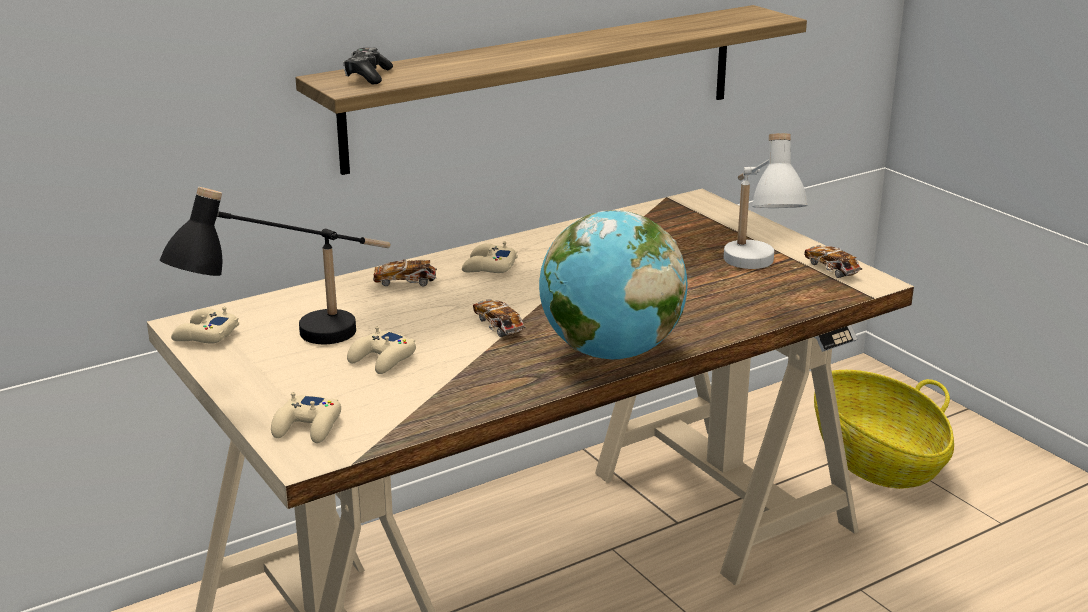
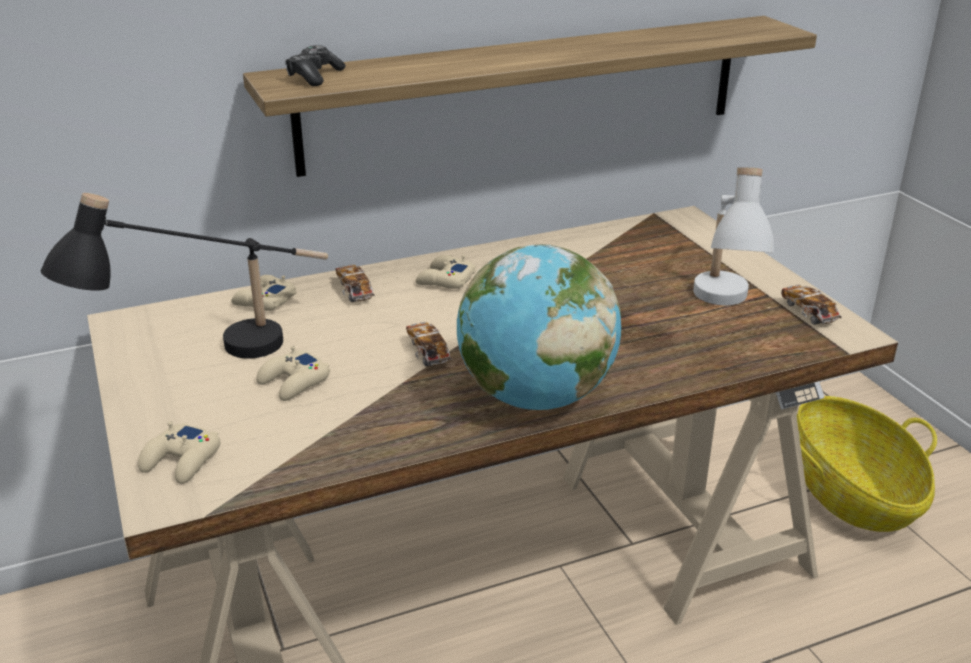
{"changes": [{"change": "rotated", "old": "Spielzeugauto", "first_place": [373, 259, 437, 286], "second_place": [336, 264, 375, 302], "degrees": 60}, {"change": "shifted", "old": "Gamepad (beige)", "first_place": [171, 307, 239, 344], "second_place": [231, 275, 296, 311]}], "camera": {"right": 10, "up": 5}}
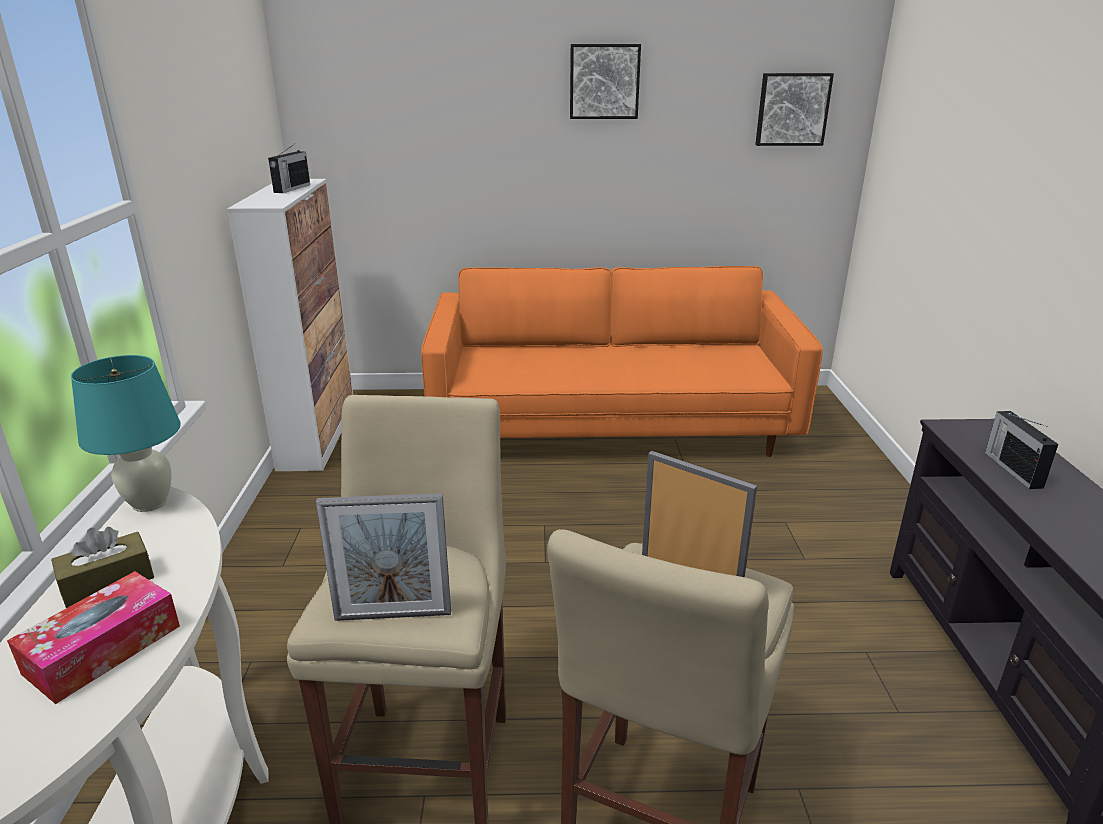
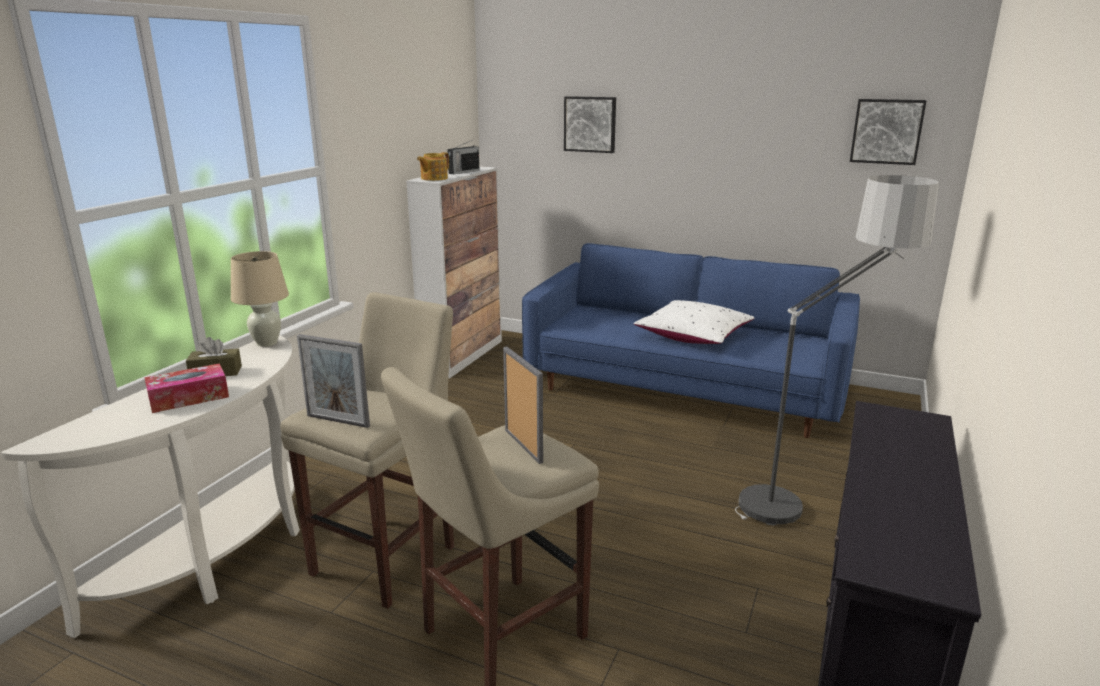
{"changes": [{"change": "shifted", "old": "Bild", "first_place": [570, 44, 641, 119], "second_place": [564, 96, 616, 153]}, {"change": "repainted", "old": "Sofa (orange)", "new": "Sofa (blau)", "first_place": [421, 266, 823, 457], "second_place": [522, 243, 860, 438]}, {"change": "repainted", "old": "Tischlampe (türkis)", "new": "Tischlampe (beige)", "first_place": [71, 355, 181, 512], "second_place": [231, 251, 289, 347]}, {"change": "gone", "old": "Radio", "first_place": [985, 411, 1058, 489]}, {"change": "new", "new": "Teekanne", "second_place": [417, 152, 449, 181]}, {"change": "new", "new": "Stehlampe", "second_place": [735, 175, 939, 526]}, {"change": "new", "new": "Kissen (weiß)", "second_place": [633, 300, 754, 344]}], "camera": {"right": 25, "up": -5}}
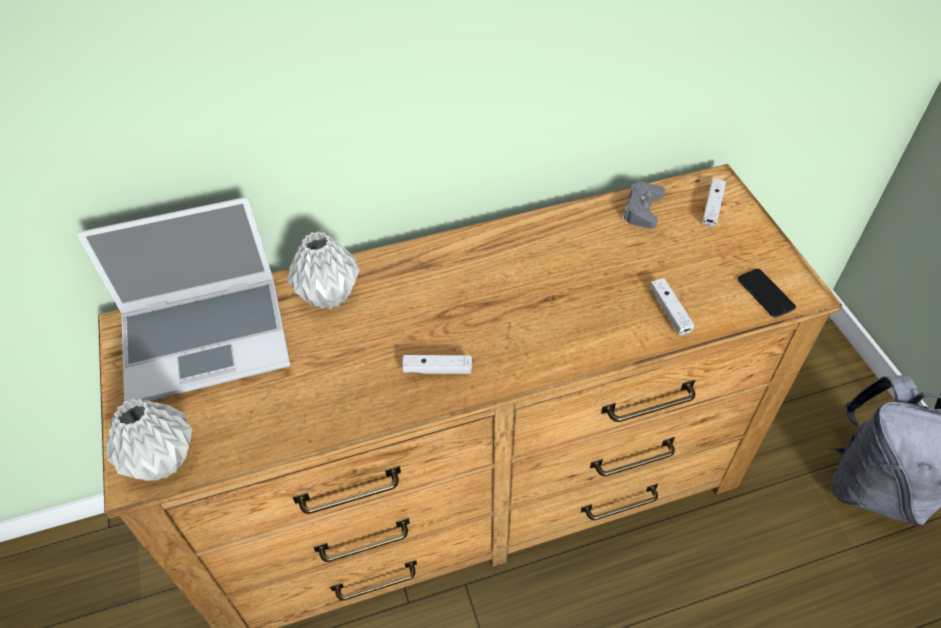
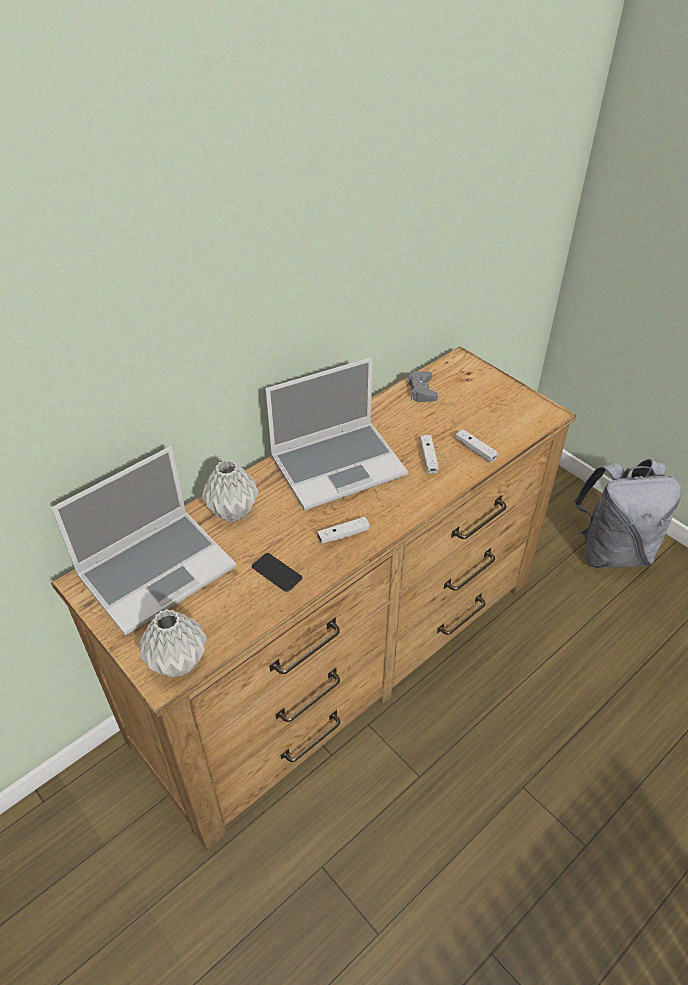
{"changes": [{"change": "shifted", "old": "Gamepad (weiß)", "first_place": [702, 179, 726, 226], "second_place": [420, 435, 439, 474]}, {"change": "shifted", "old": "Handy", "first_place": [737, 269, 796, 318], "second_place": [252, 553, 302, 592]}, {"change": "new", "new": "Laptop", "second_place": [265, 357, 408, 510]}], "camera": {"right": -25, "up": -5}}
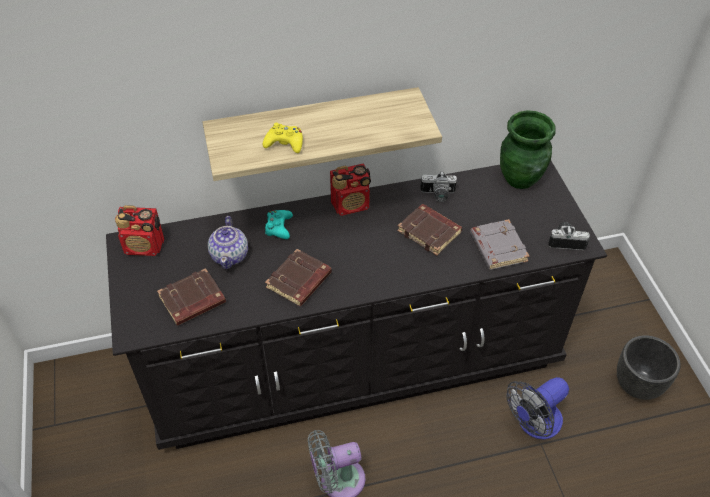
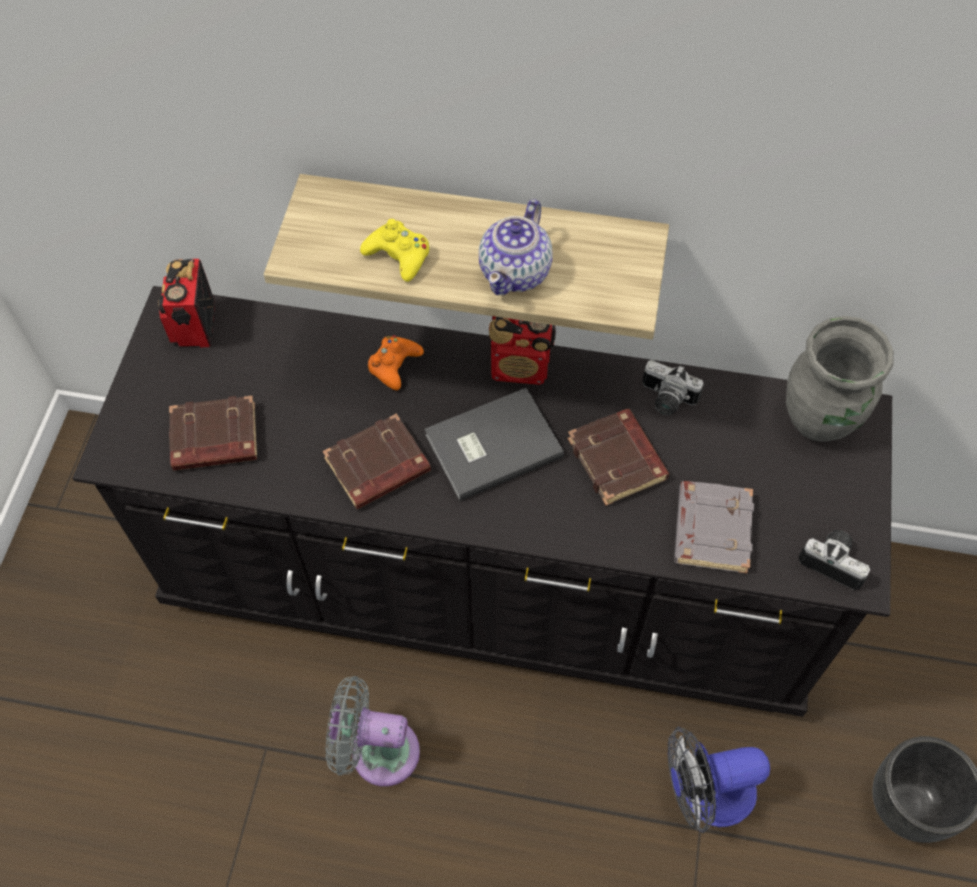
{"changes": [{"change": "repainted", "old": "Vase (grün)", "new": "Vase (grau)", "first_place": [500, 110, 556, 189], "second_place": [786, 316, 894, 442]}, {"change": "rotated", "old": "Radio", "first_place": [115, 205, 164, 256], "second_place": [158, 259, 215, 347], "degrees": 60}, {"change": "repainted", "old": "Gamepad (türkis)", "new": "Gamepad (orange)", "first_place": [265, 210, 293, 239], "second_place": [368, 335, 424, 390]}, {"change": "shifted", "old": "Teekanne", "first_place": [208, 216, 248, 269], "second_place": [479, 199, 553, 295]}, {"change": "new", "new": "Buch (grau)", "second_place": [425, 388, 564, 501]}], "camera": {"right": 25, "up": 10}}
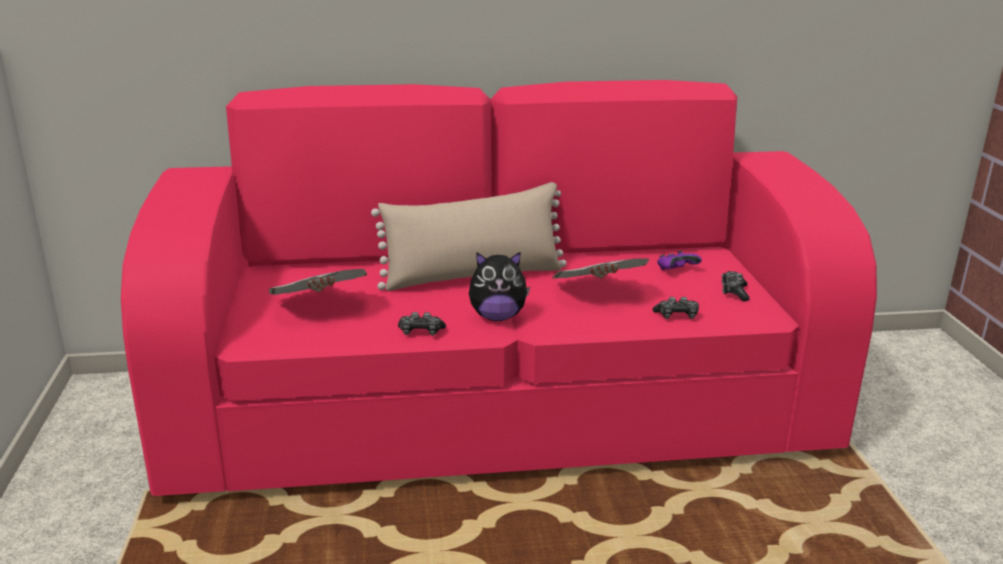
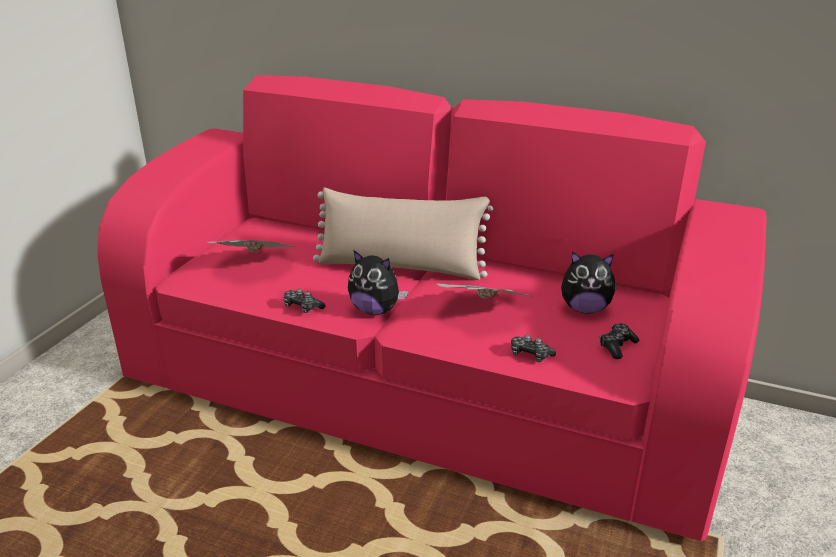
{"changes": [{"change": "swapped", "old": "Gamepad (lila)", "new": "Plüschtier", "first_place": [657, 251, 702, 270], "second_place": [561, 252, 618, 314]}], "camera": {"right": 30, "up": 5}}
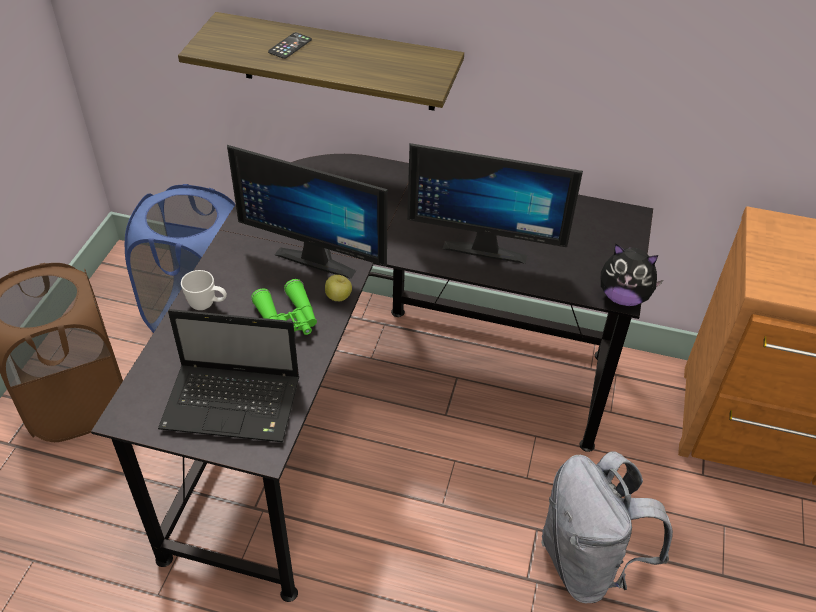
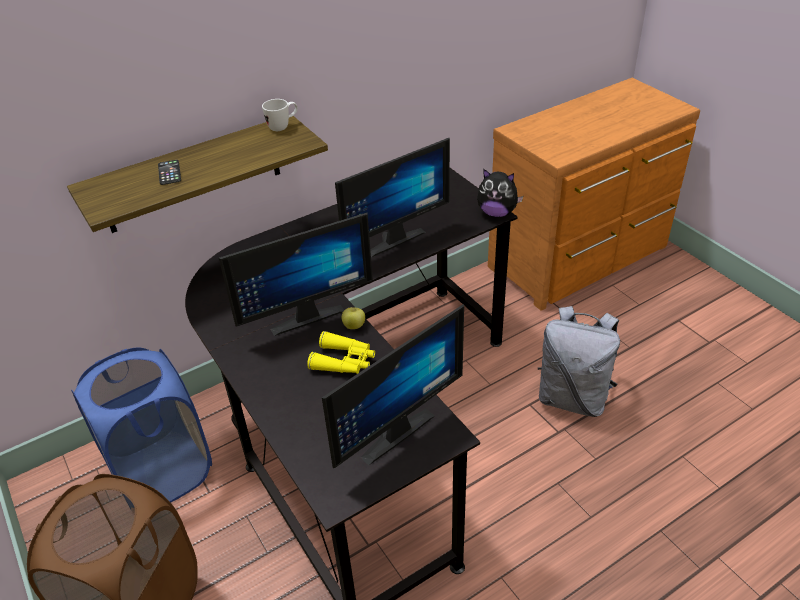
{"changes": [{"change": "rotated", "old": "Plüschtier", "first_place": [601, 244, 663, 306], "second_place": [477, 169, 523, 217], "degrees": 45}, {"change": "shifted", "old": "Henkelbecher (weiß)", "first_place": [181, 270, 227, 310], "second_place": [262, 99, 298, 131]}, {"change": "repainted", "old": "Fernglas (grün)", "new": "Fernglas (gelb)", "first_place": [251, 279, 317, 335], "second_place": [307, 331, 375, 374]}, {"change": "swapped", "old": "Laptop", "new": "Monitor", "first_place": [158, 309, 299, 442], "second_place": [322, 304, 464, 468]}], "camera": {"right": -45, "up": -5}}
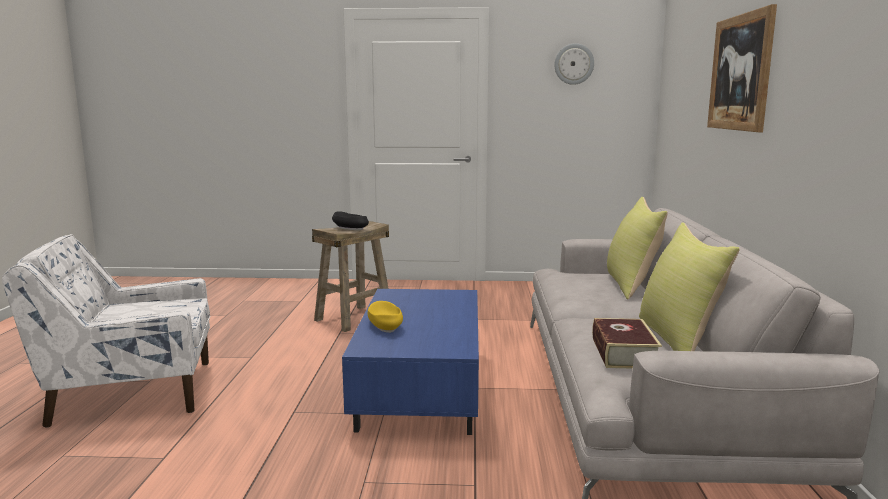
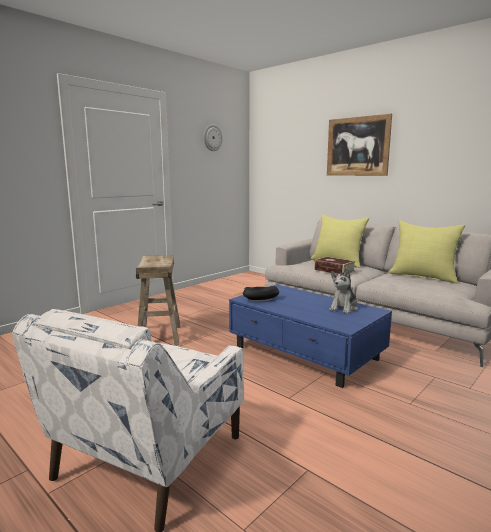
{"changes": [{"change": "shifted", "old": "Schüssel (schwarz)", "first_place": [332, 211, 369, 230], "second_place": [243, 286, 279, 302]}, {"change": "gone", "old": "Schüssel (gelb)", "first_place": [368, 301, 403, 333]}, {"change": "shifted", "old": "Buch", "first_place": [592, 318, 662, 369], "second_place": [314, 257, 356, 274]}, {"change": "new", "new": "Plüschtier", "second_place": [330, 268, 358, 314]}], "camera": {"right": -50, "up": 0}}
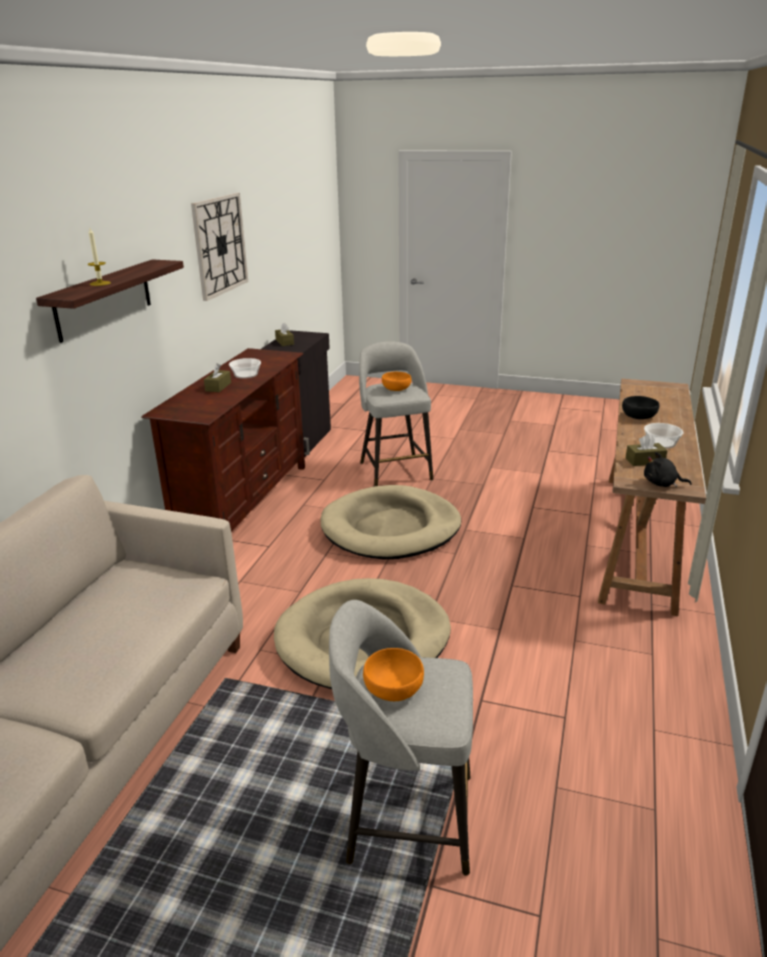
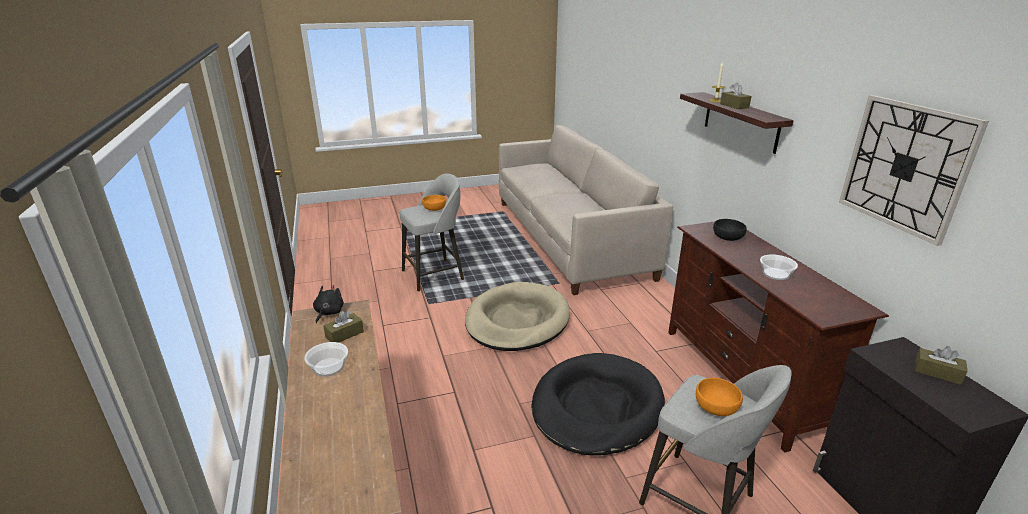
{"changes": [{"change": "shifted", "old": "Taschentuchbox (braun)", "first_place": [204, 363, 231, 392], "second_place": [720, 82, 752, 109]}, {"change": "shifted", "old": "Schüssel (schwarz)", "first_place": [622, 396, 659, 419], "second_place": [713, 219, 747, 241]}, {"change": "rotated", "old": "Plüschtier (schwarz)", "first_place": [644, 452, 692, 487], "second_place": [313, 285, 344, 324], "degrees": -60}, {"change": "repainted", "old": "Hundebett (beige)", "new": "Hundebett (schwarz)", "first_place": [321, 485, 461, 559], "second_place": [531, 353, 665, 456]}], "camera": {"right": 145, "up": 0}}
